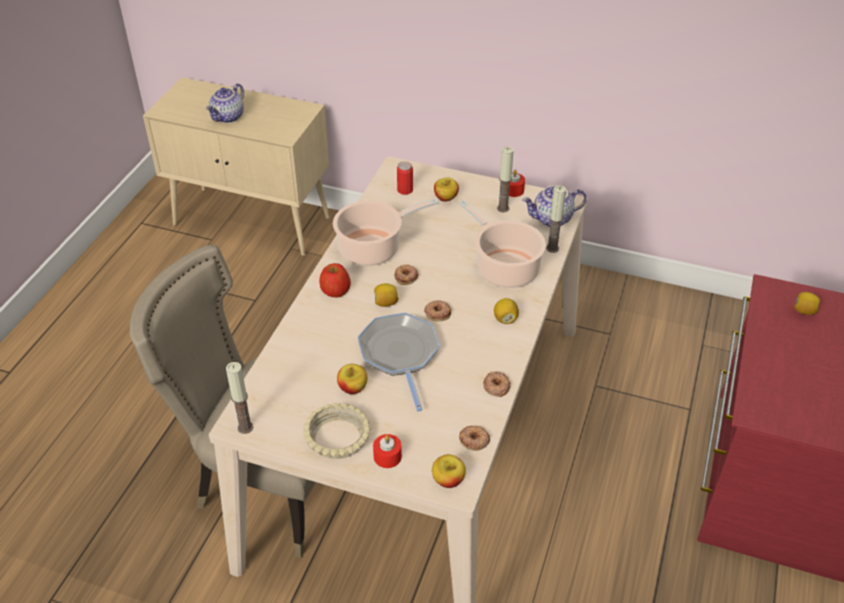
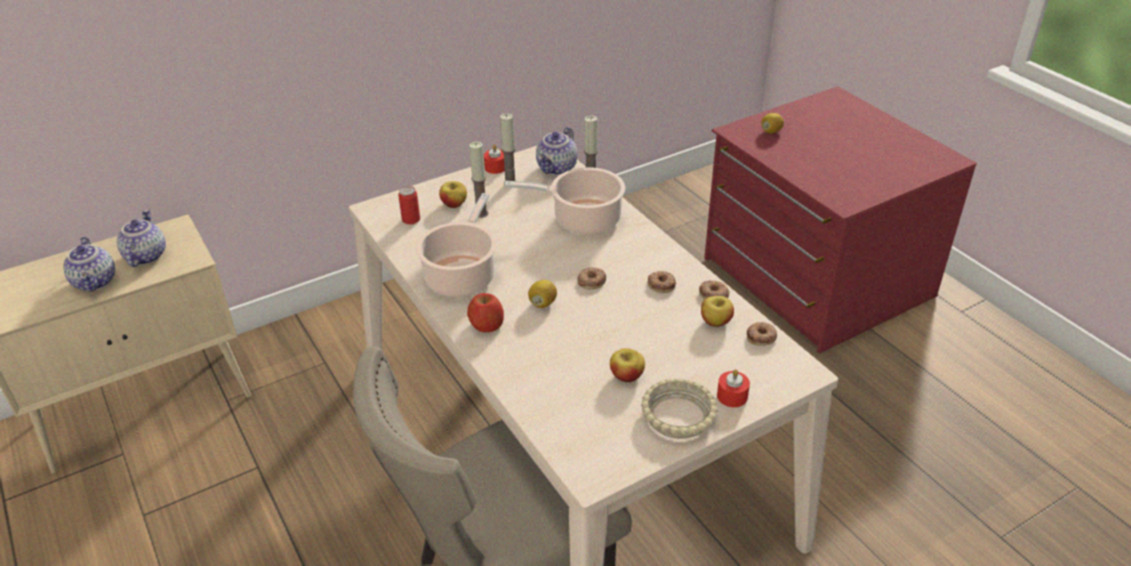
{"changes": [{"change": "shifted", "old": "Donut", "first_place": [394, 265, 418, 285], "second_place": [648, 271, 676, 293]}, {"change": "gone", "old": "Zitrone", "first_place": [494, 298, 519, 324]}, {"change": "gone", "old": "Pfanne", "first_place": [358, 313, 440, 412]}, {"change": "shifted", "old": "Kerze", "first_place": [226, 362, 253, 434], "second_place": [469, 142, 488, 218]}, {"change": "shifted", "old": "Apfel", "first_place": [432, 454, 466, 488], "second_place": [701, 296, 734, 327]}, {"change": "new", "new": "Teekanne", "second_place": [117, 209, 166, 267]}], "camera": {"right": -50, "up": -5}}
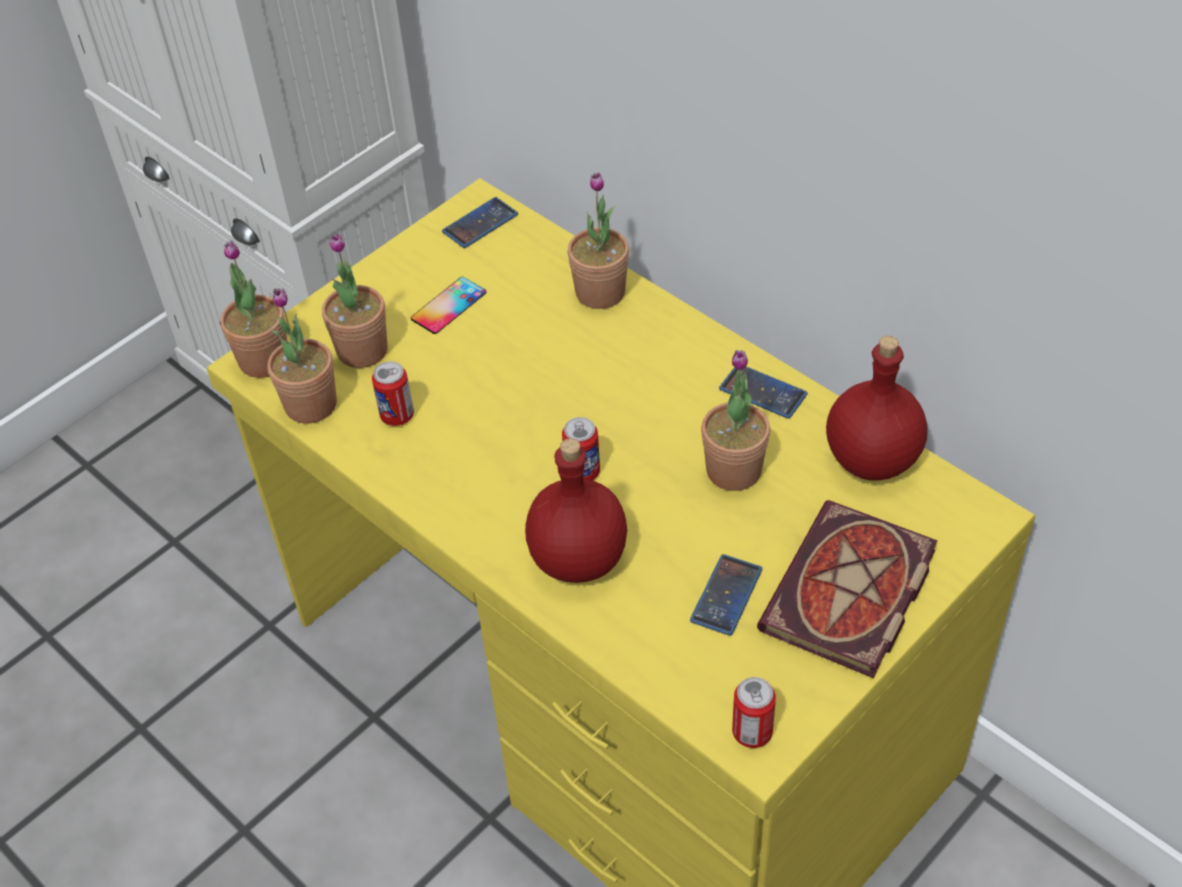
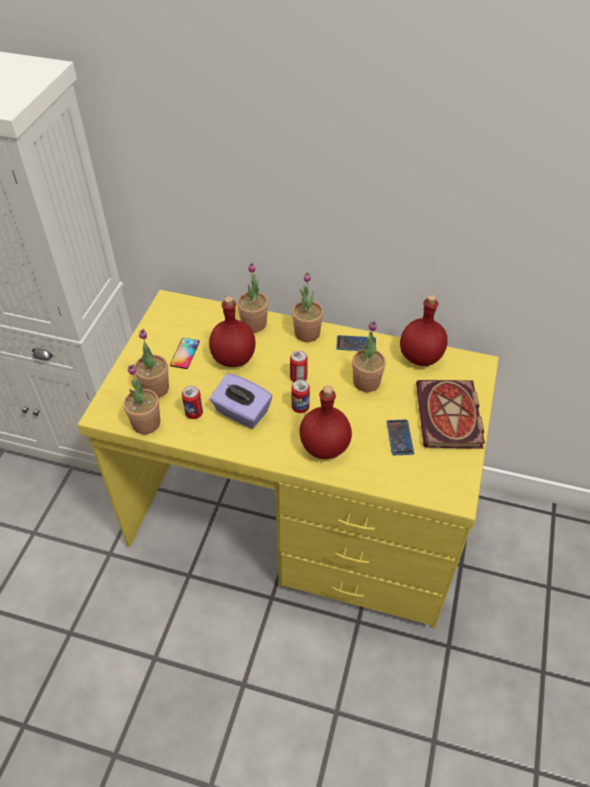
{"changes": [{"change": "gone", "old": "Handy", "first_place": [442, 197, 518, 248]}, {"change": "shifted", "old": "Topfpflanze", "first_place": [220, 240, 287, 378], "second_place": [292, 272, 323, 342]}, {"change": "shifted", "old": "Dose", "first_place": [732, 677, 776, 748], "second_place": [290, 350, 308, 382]}, {"change": "new", "new": "Flasche (rot)", "second_place": [209, 296, 256, 367]}, {"change": "new", "new": "Taschentuchbox (lila)", "second_place": [210, 373, 272, 429]}], "camera": {"right": -30, "up": 0}}
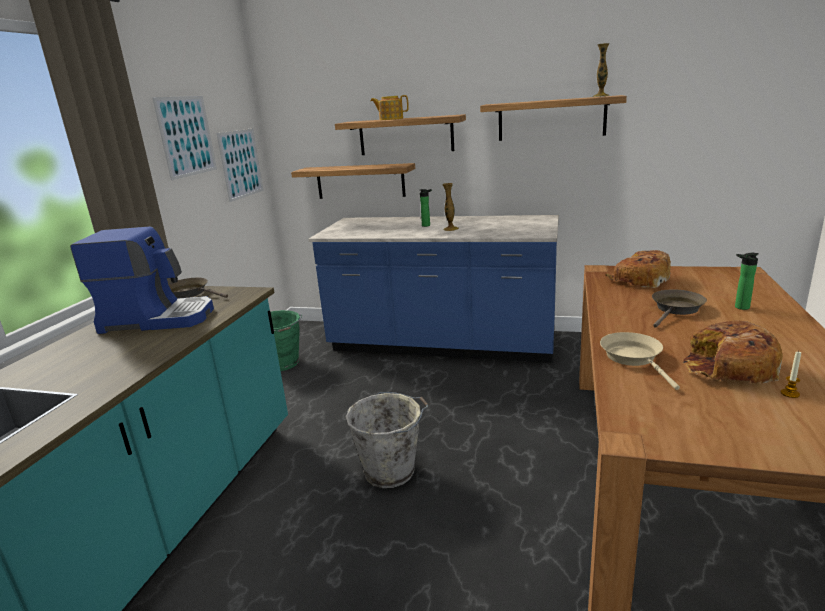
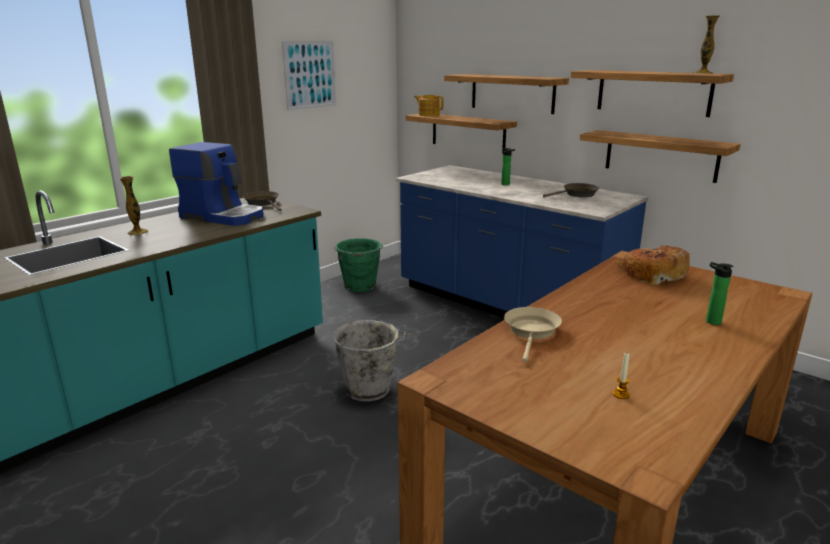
{"changes": [{"change": "shifted", "old": "Teekanne", "first_place": [370, 95, 409, 120], "second_place": [414, 95, 443, 116]}, {"change": "gone", "old": "Bild", "first_place": [216, 128, 264, 202]}, {"change": "shifted", "old": "Vase", "first_place": [442, 183, 459, 231], "second_place": [119, 176, 148, 235]}, {"change": "shifted", "old": "Pfanne (braun)", "first_place": [652, 290, 707, 328], "second_place": [543, 183, 599, 197]}, {"change": "gone", "old": "Brot", "first_place": [683, 320, 783, 384]}, {"change": "new", "new": "Wandregal", "second_place": [580, 130, 741, 183]}], "camera": {"right": 25, "up": 0}}
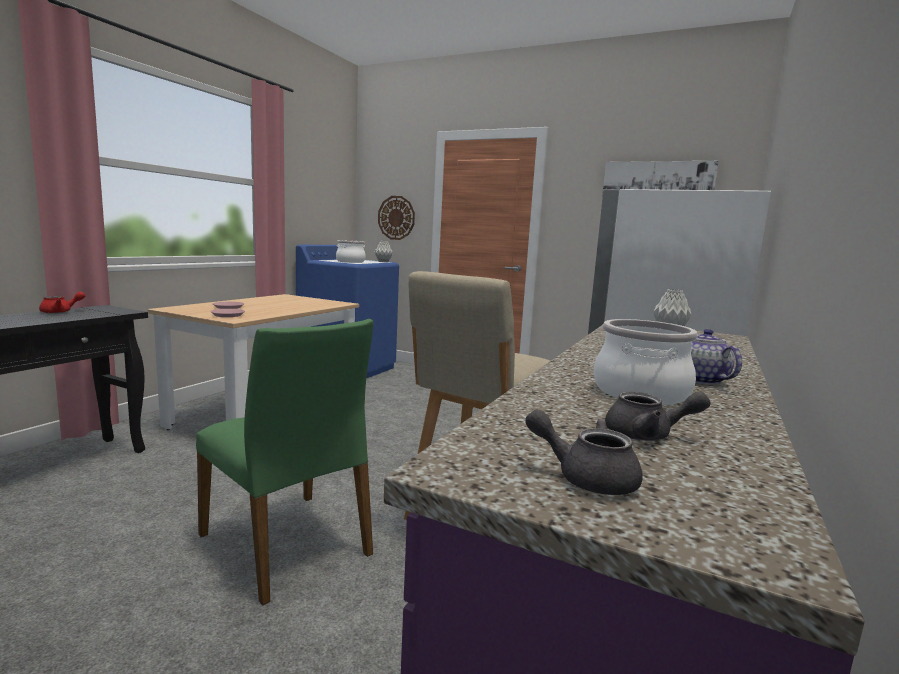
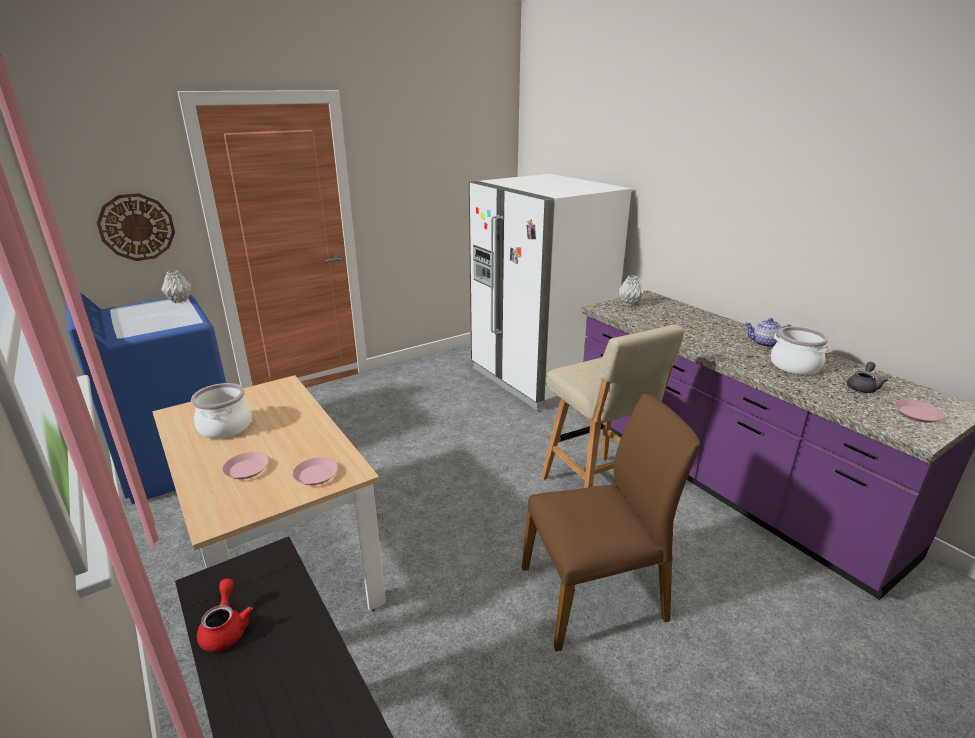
{"changes": [{"change": "gone", "old": "Bild", "first_place": [602, 161, 719, 197]}, {"change": "shifted", "old": "Kochtopf", "first_place": [336, 240, 366, 263], "second_place": [191, 383, 252, 439]}, {"change": "repainted", "old": "Stuhl (grün)", "new": "Stuhl (braun)", "first_place": [196, 319, 373, 606], "second_place": [522, 394, 700, 652]}, {"change": "swapped", "old": "Teekanne (grau)", "new": "Teller (rosa)", "first_place": [525, 409, 643, 495], "second_place": [894, 400, 945, 423]}], "camera": {"right": -60, "up": 15}}
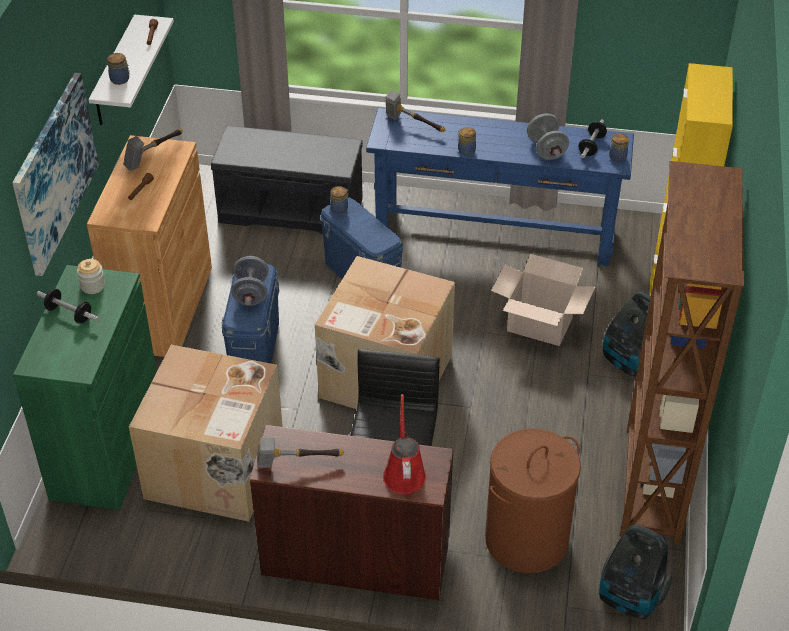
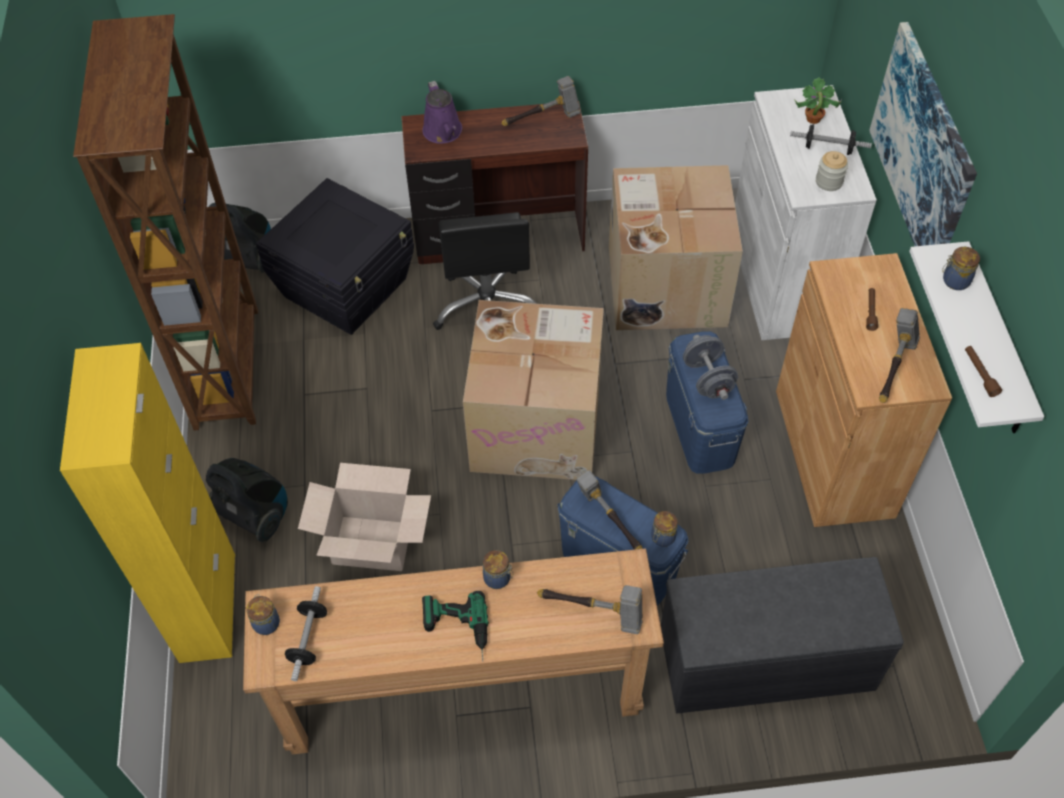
{"changes": [{"change": "repainted", "old": "Konsolentisch (blau)", "new": "Konsolentisch (braun)", "first_place": [366, 108, 634, 266], "second_place": [243, 548, 664, 754]}, {"change": "gone", "old": "Hantel (grau)", "first_place": [527, 113, 569, 160]}, {"change": "repainted", "old": "Schrank (grün)", "new": "Schrank (weiß)", "first_place": [13, 265, 157, 510], "second_place": [735, 85, 877, 340]}, {"change": "repainted", "old": "Gießkanne (rot)", "new": "Gießkanne (lila)", "first_place": [383, 394, 426, 494], "second_place": [422, 81, 462, 144]}, {"change": "swapped", "old": "Wäschekorb (braun)", "new": "Aufbewahrungsbox (schwarz)", "first_place": [485, 428, 581, 573], "second_place": [256, 178, 414, 335]}, {"change": "new", "new": "Topfpflanze", "second_place": [794, 77, 842, 124]}, {"change": "new", "new": "Hammer", "second_place": [576, 469, 643, 550]}, {"change": "new", "new": "Bohrmaschine", "second_place": [422, 591, 489, 662]}], "camera": {"right": 165, "up": 10}}
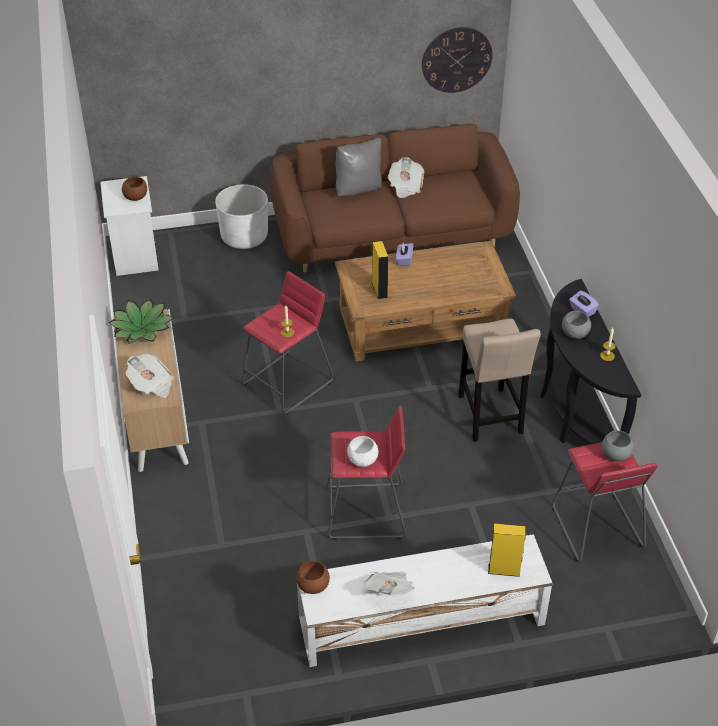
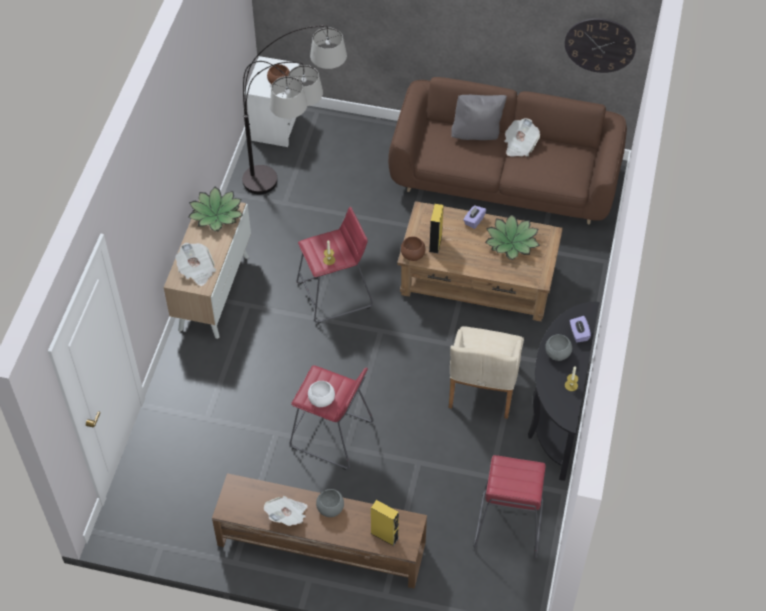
{"changes": [{"change": "gone", "old": "Pflanzkübel (weiß)", "first_place": [215, 184, 268, 249]}, {"change": "swapped", "old": "Hocker (beige)", "new": "Sessel (beige)", "first_place": [459, 318, 541, 442], "second_place": [449, 326, 524, 419]}, {"change": "shifted", "old": "Schüssel (grau)", "first_place": [602, 430, 634, 461], "second_place": [316, 489, 344, 517]}, {"change": "repainted", "old": "Fernsehschrank (weiß)", "new": "Fernsehschrank (braun)", "first_place": [297, 534, 552, 667], "second_place": [212, 473, 427, 589]}, {"change": "shifted", "old": "Schüssel (braun)", "first_place": [296, 561, 330, 594], "second_place": [401, 237, 425, 261]}, {"change": "new", "new": "Stehlampe", "second_place": [242, 26, 347, 194]}, {"change": "new", "new": "Topfpflanze", "second_place": [485, 214, 540, 260]}], "camera": {"right": 25, "up": 10}}
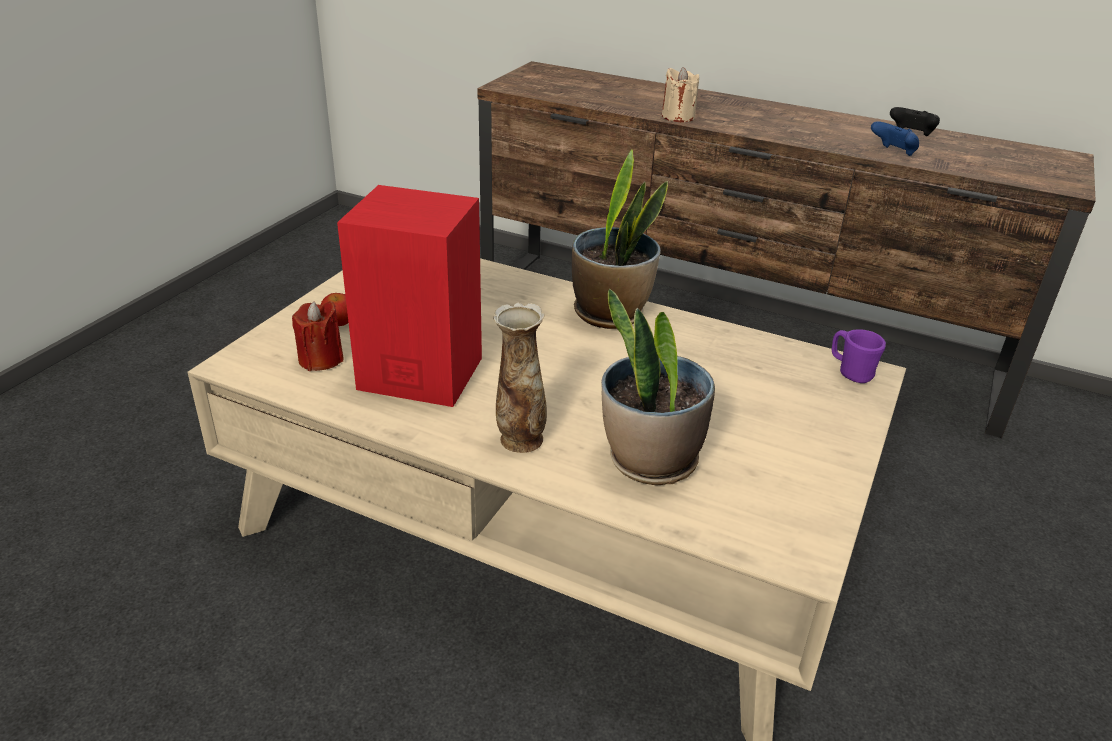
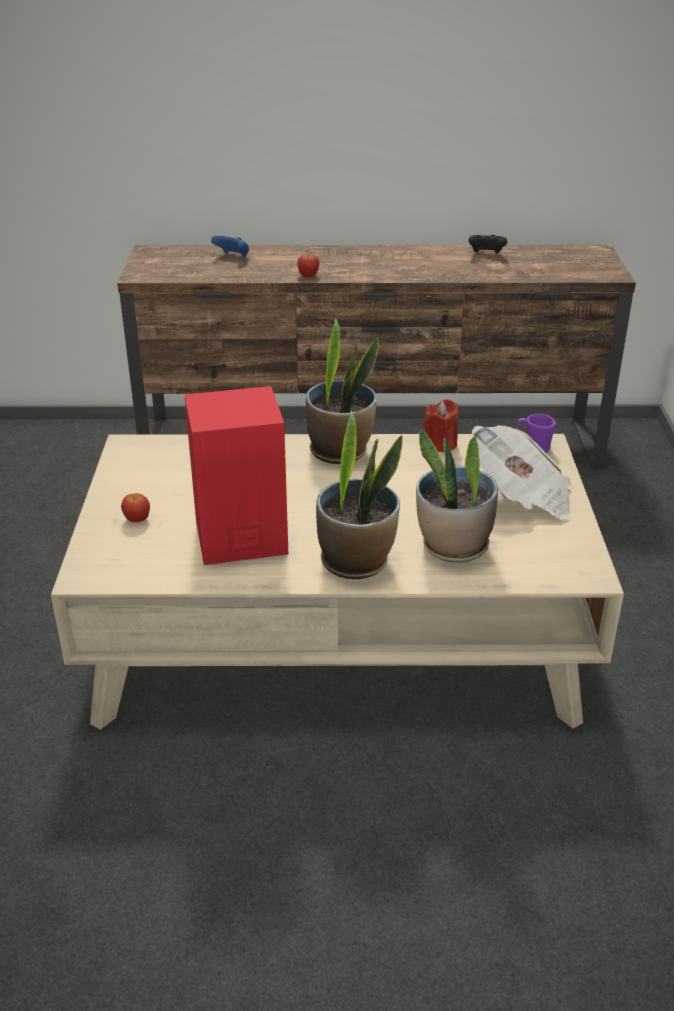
{"changes": [{"change": "swapped", "old": "Kerze (beige)", "new": "Apfel", "first_place": [662, 67, 699, 122], "second_place": [297, 254, 319, 277]}, {"change": "shifted", "old": "Gamepad (blau)", "first_place": [871, 121, 919, 156], "second_place": [211, 236, 249, 257]}, {"change": "shifted", "old": "Kerze (rot)", "first_place": [292, 301, 344, 371], "second_place": [424, 399, 458, 452]}, {"change": "swapped", "old": "Vase", "new": "Topfpflanze", "first_place": [493, 302, 547, 453], "second_place": [316, 411, 403, 579]}, {"change": "new", "new": "Zeitung", "second_place": [472, 425, 571, 520]}], "camera": {"right": -25, "up": 0}}
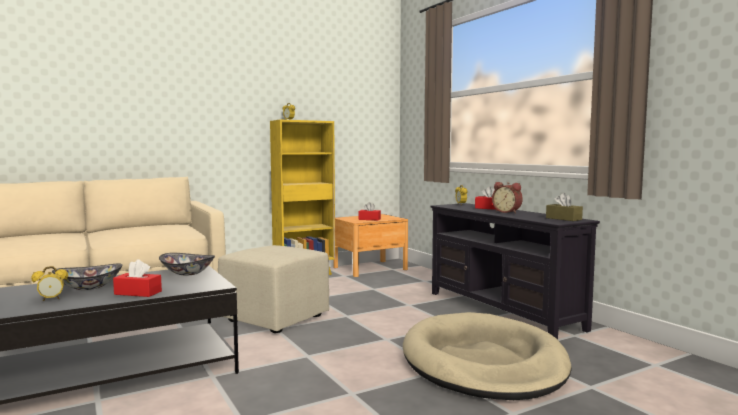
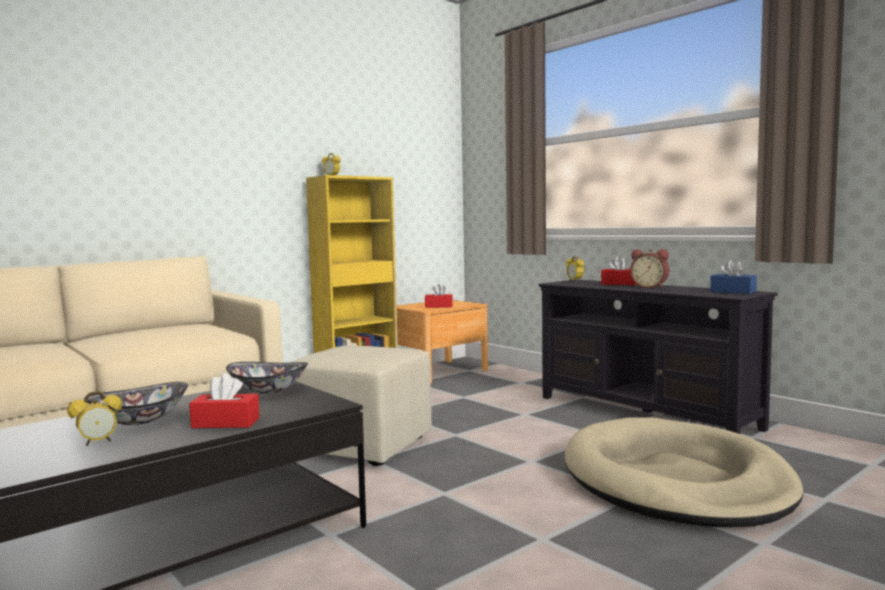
{"changes": [{"change": "repainted", "old": "Taschentuchbox (braun)", "new": "Taschentuchbox (blau)", "first_place": [546, 193, 583, 221], "second_place": [710, 259, 757, 294]}], "camera": {"right": -10, "up": 0}}
